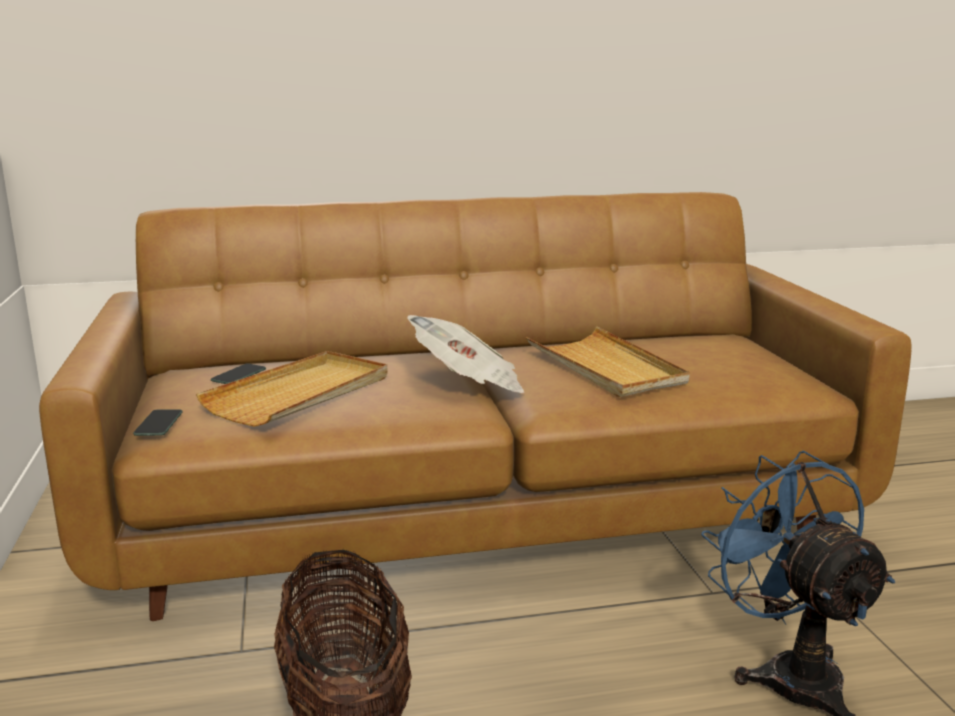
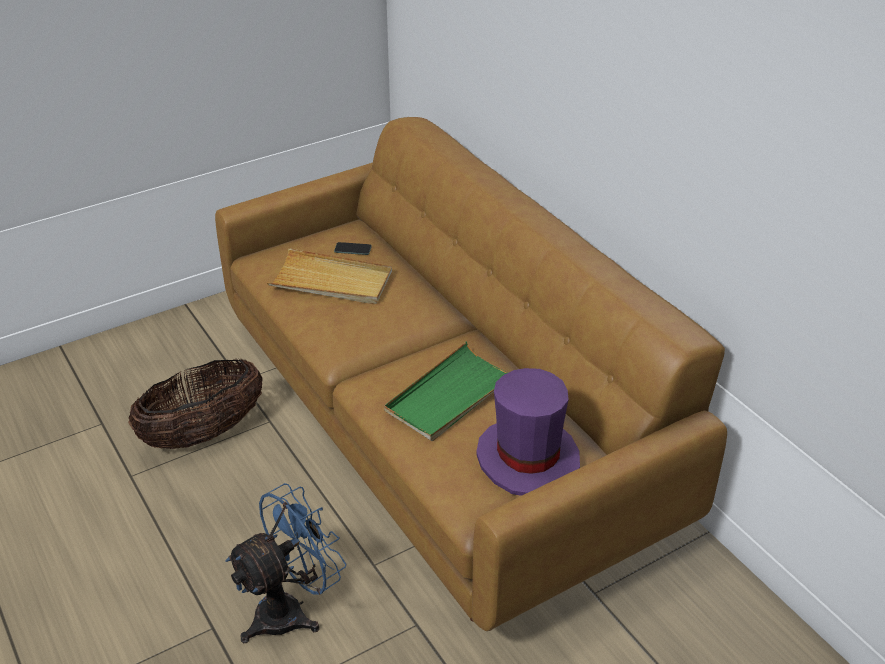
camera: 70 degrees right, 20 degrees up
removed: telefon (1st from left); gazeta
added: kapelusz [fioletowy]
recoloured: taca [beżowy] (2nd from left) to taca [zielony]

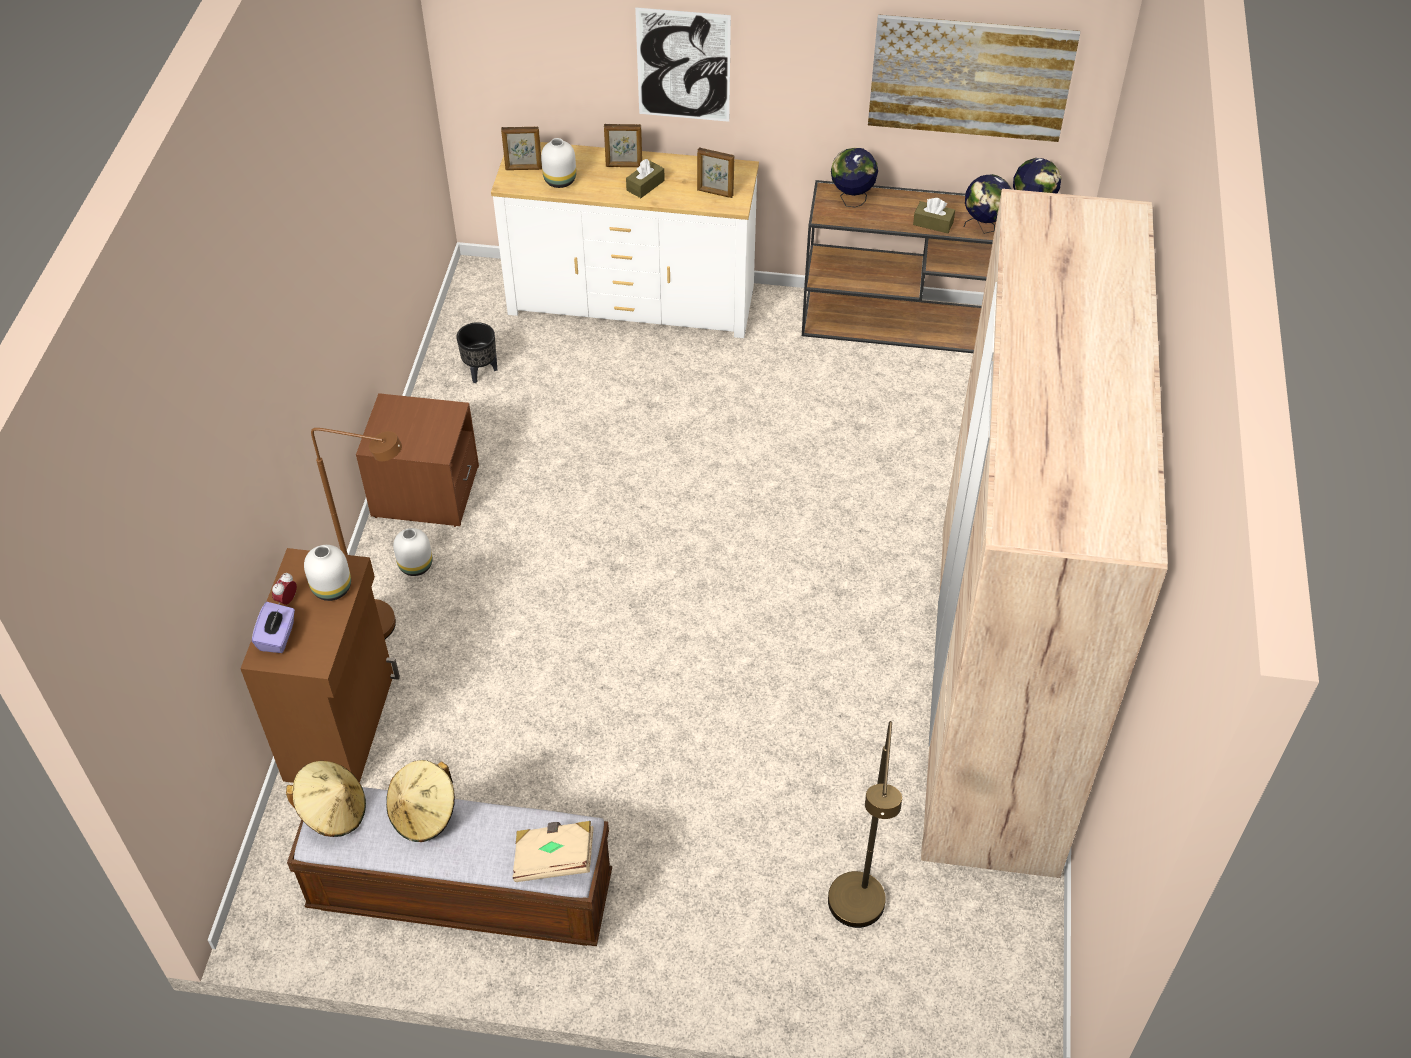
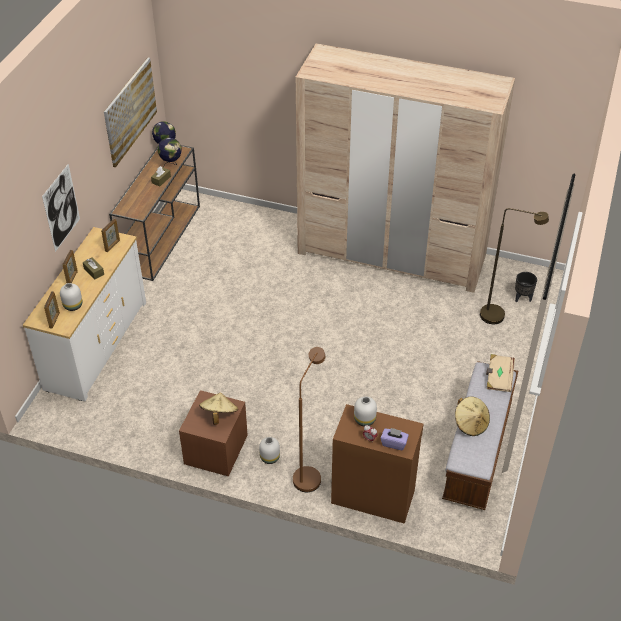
camera: 80 degrees left, 5 degrees down
removed: globus (1st from left)
moved: kapelusz [beżowy] (1st from left); donica [czarny]

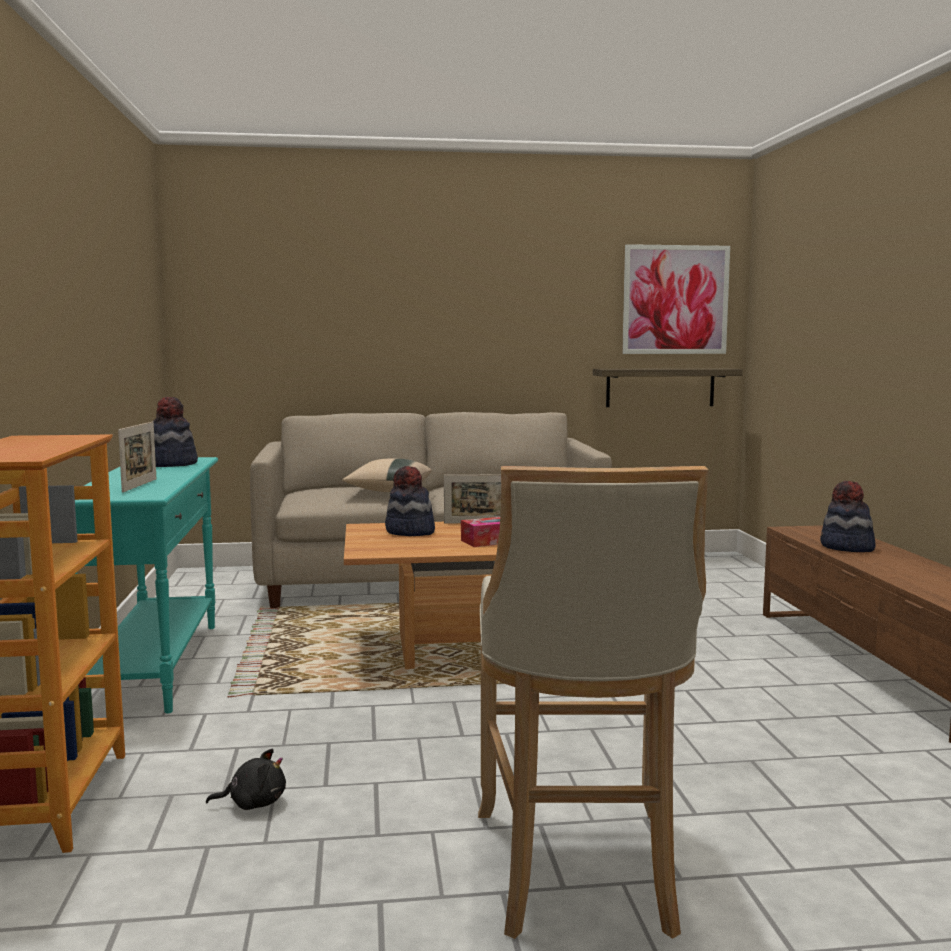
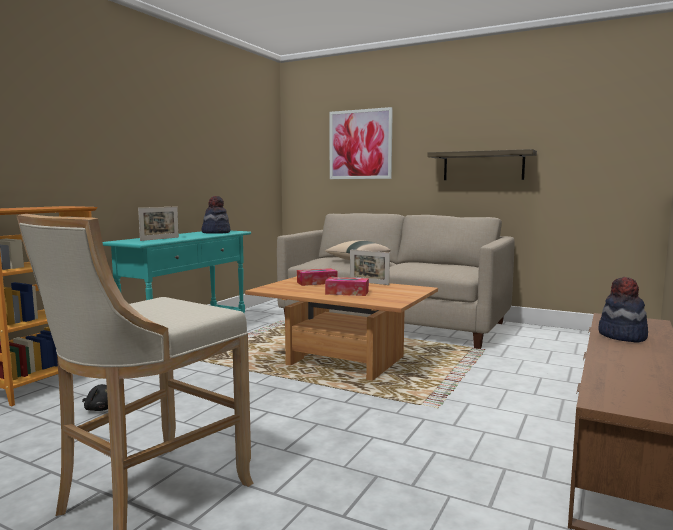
camera: 35 degrees right, 0 degrees up
moved: półka; obraz
replaced: kapelusz (2nd from left) to pudełko chusteczek (1st from left)

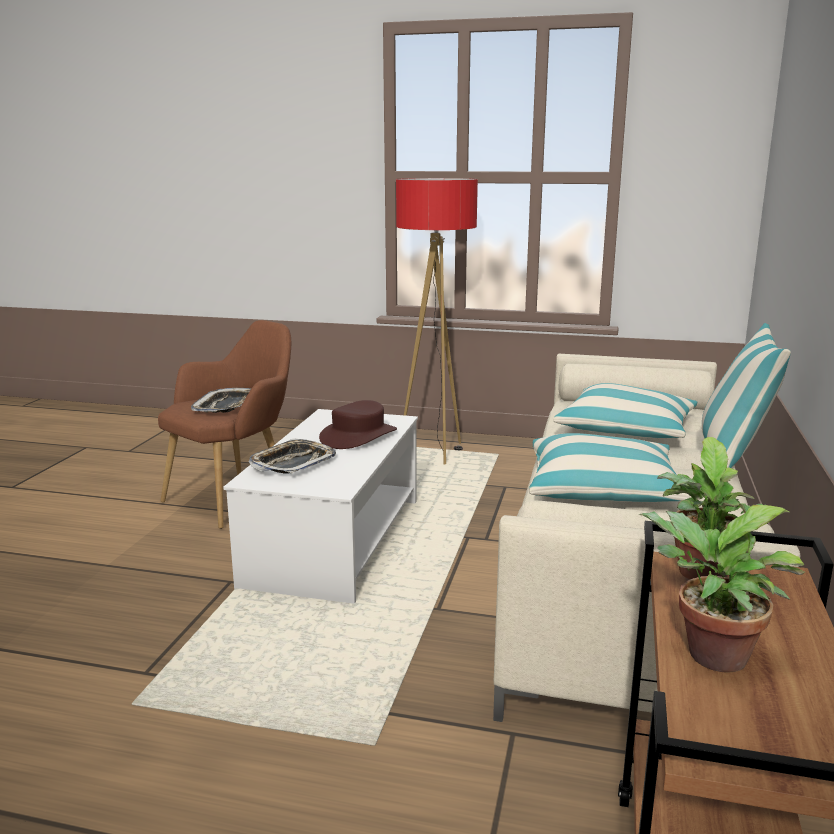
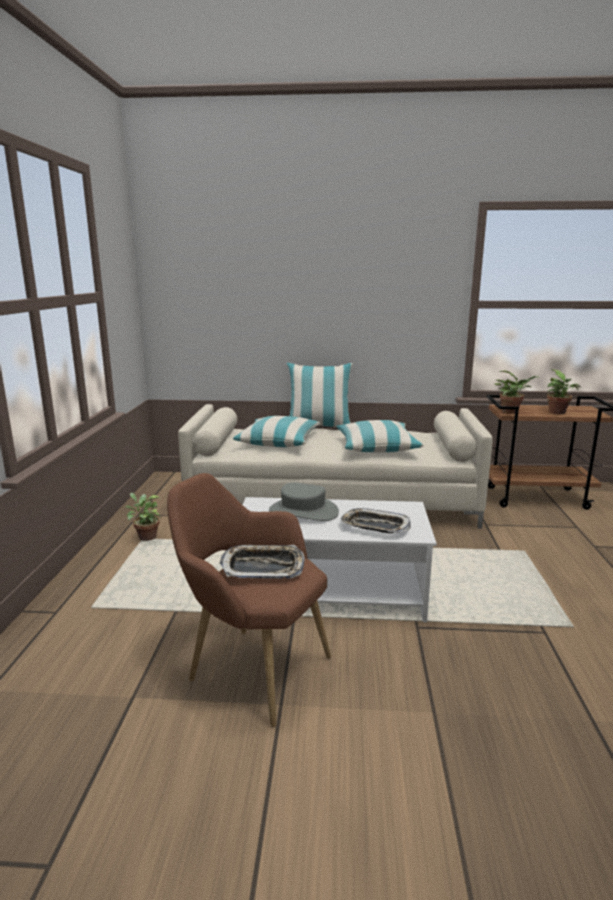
camera: 100 degrees left, 0 degrees up
removed: lampa stojąca
added: roślina doniczkowa (1st from left)
recoloured: kapelusz [brązowy] to kapelusz [szary]

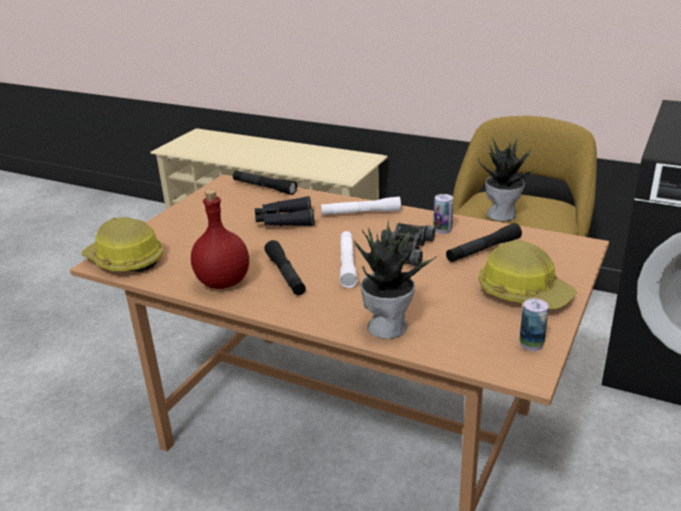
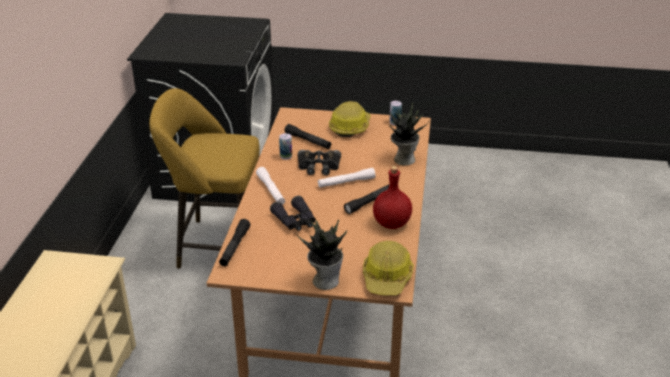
camera: 110 degrees left, 5 degrees up
moved: roślina doniczkowa (2nd from left in the first image) to roślina doniczkowa (1st from left)

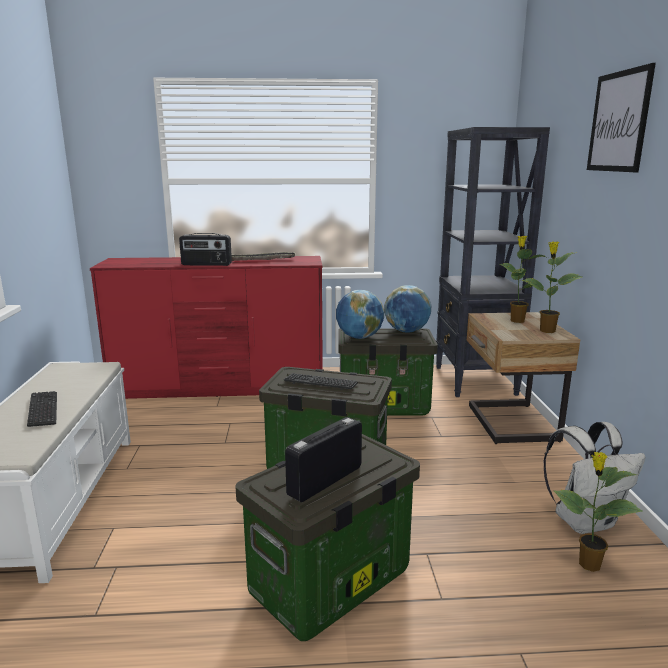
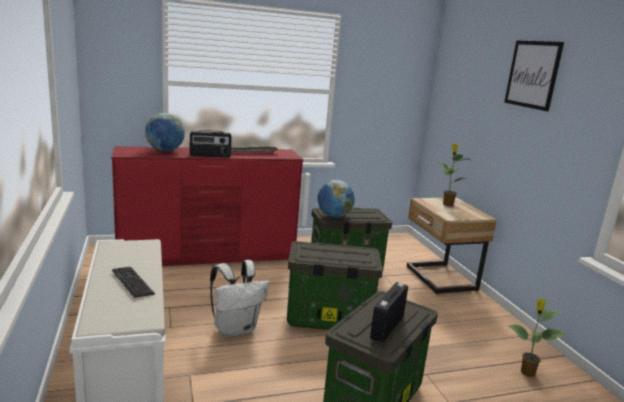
camera: 15 degrees left, 0 degrees up
removed: klawiatura (2nd from left); regał [czarny]; roślina doniczkowa (2nd from left)
moved: globus (2nd from left in the first image) to globus (1st from left); plecak [biały]

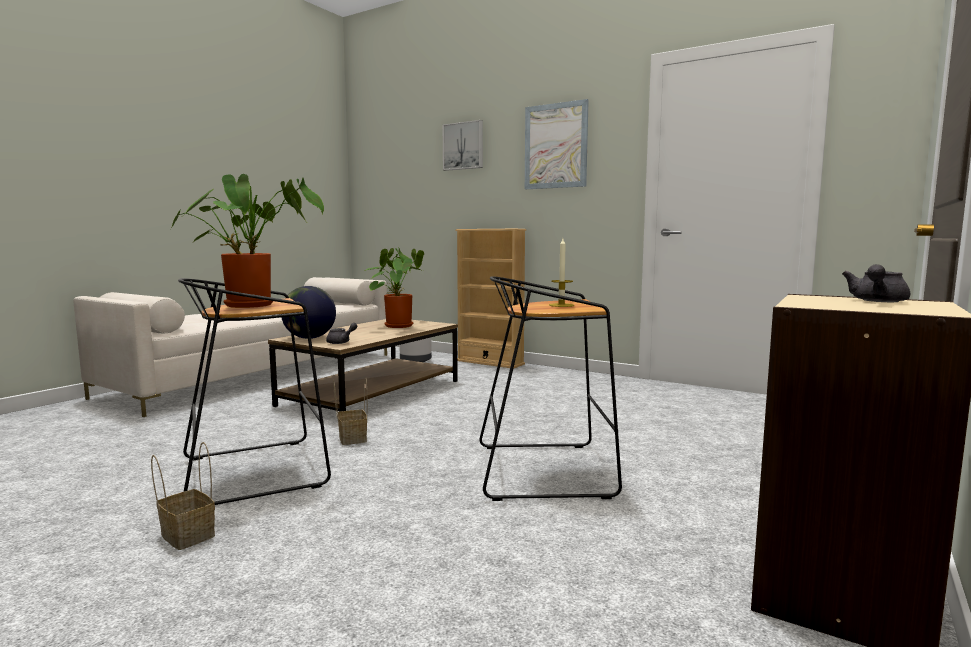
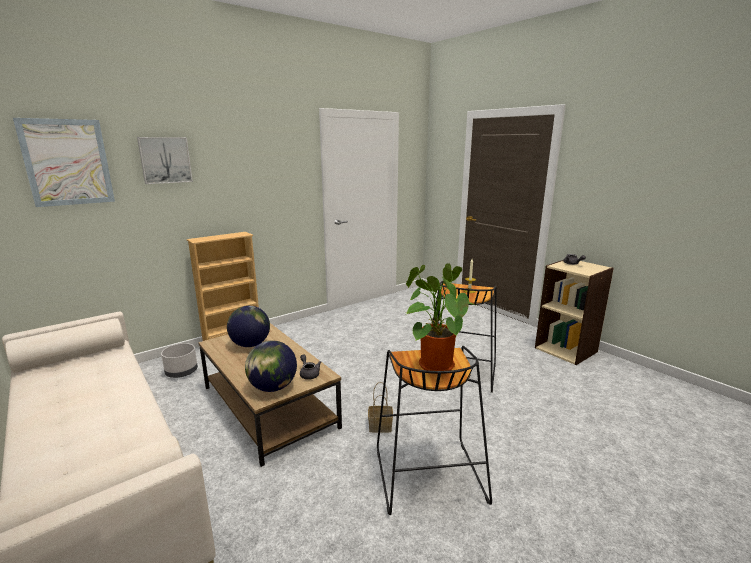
camera: 70 degrees left, 10 degrees up
removed: koszyk (1st from left)
moved: obraz (2nd from left in the first image) to obraz (1st from left)
replaced: roślina doniczkowa (2nd from left) to globus (1st from left)

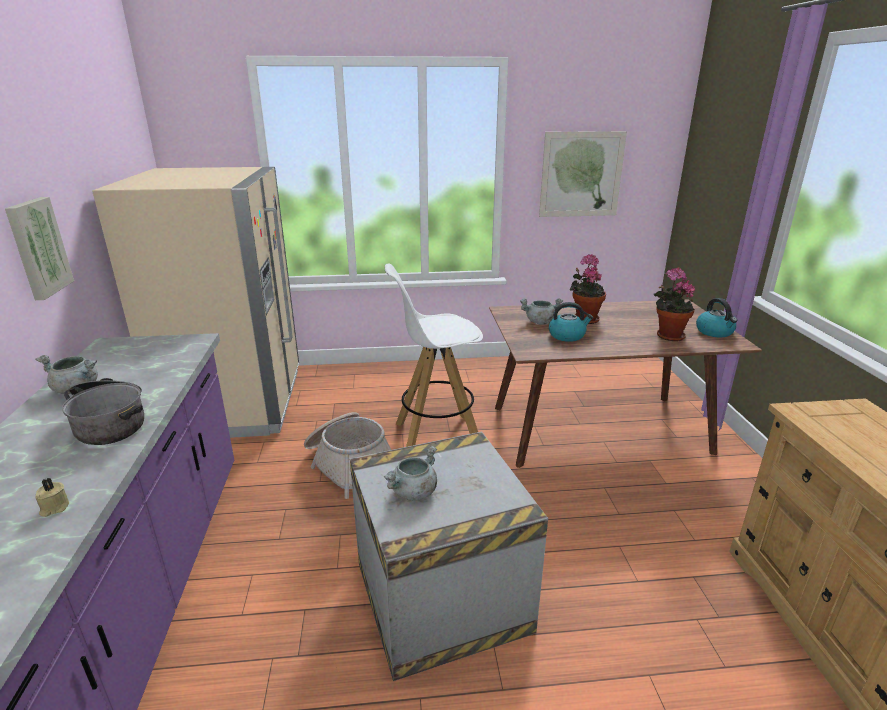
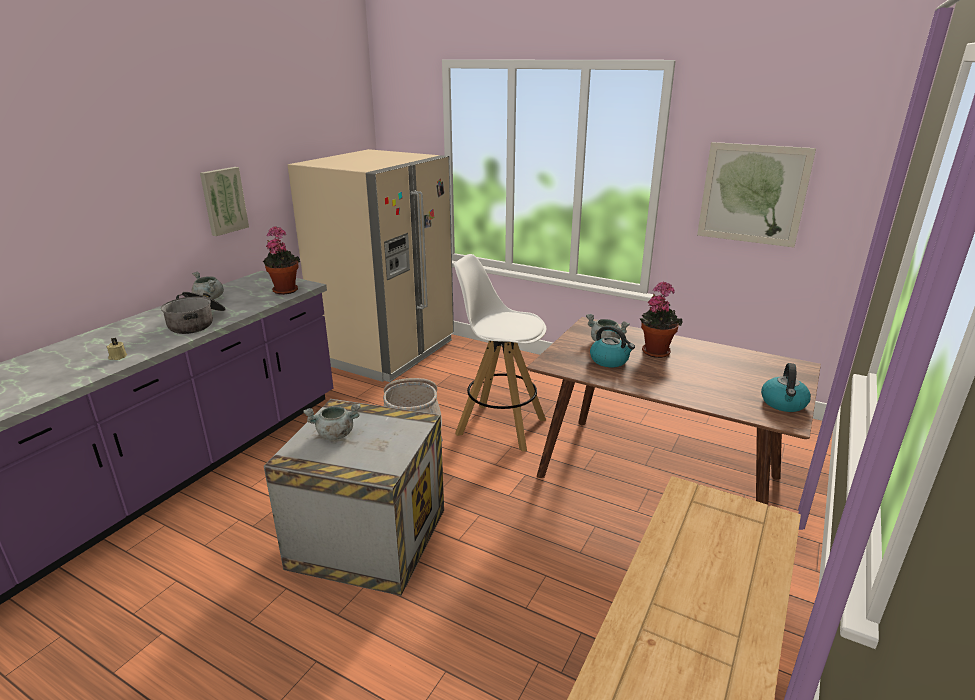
camera: 35 degrees right, 0 degrees up
moved: roślina doniczkowa (2nd from left in the first image) to roślina doniczkowa (1st from left)

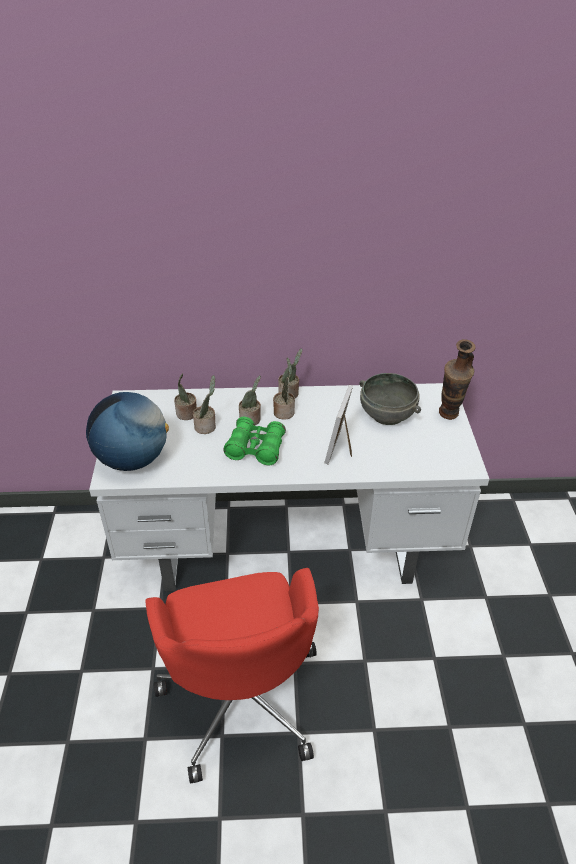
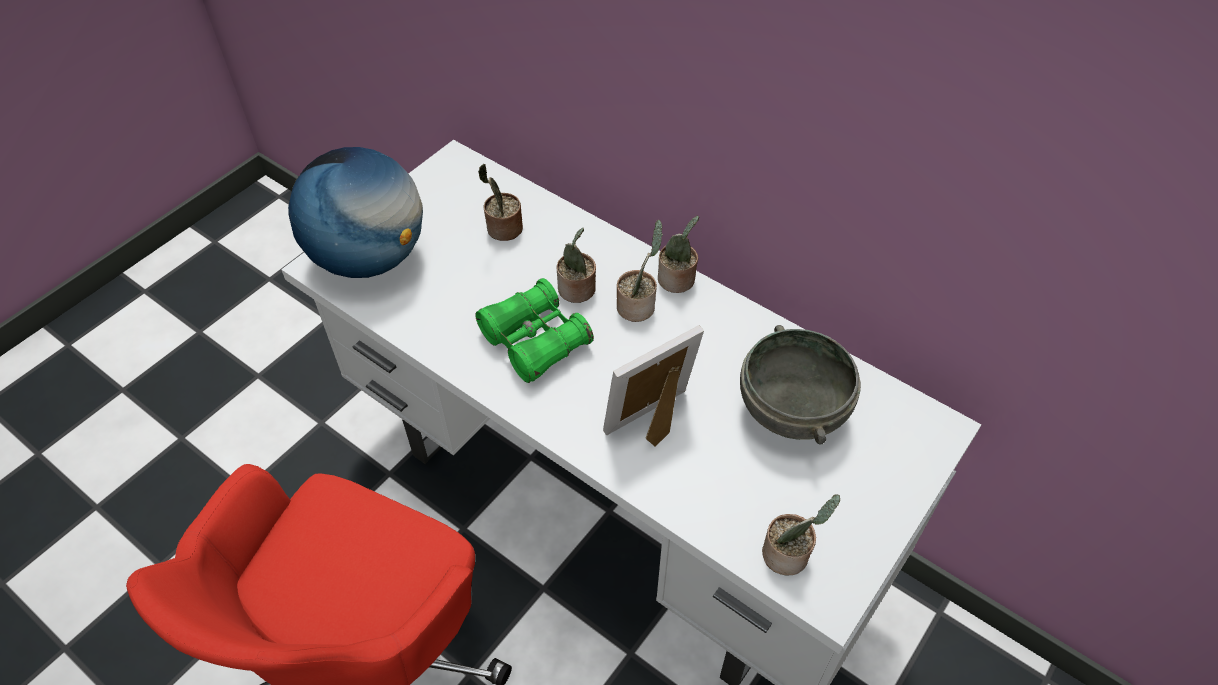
camera: 40 degrees right, 10 degrees up
removed: wazon
moved: roślina doniczkowa (2nd from left in the first image) to roślina doniczkowa (5th from left)

